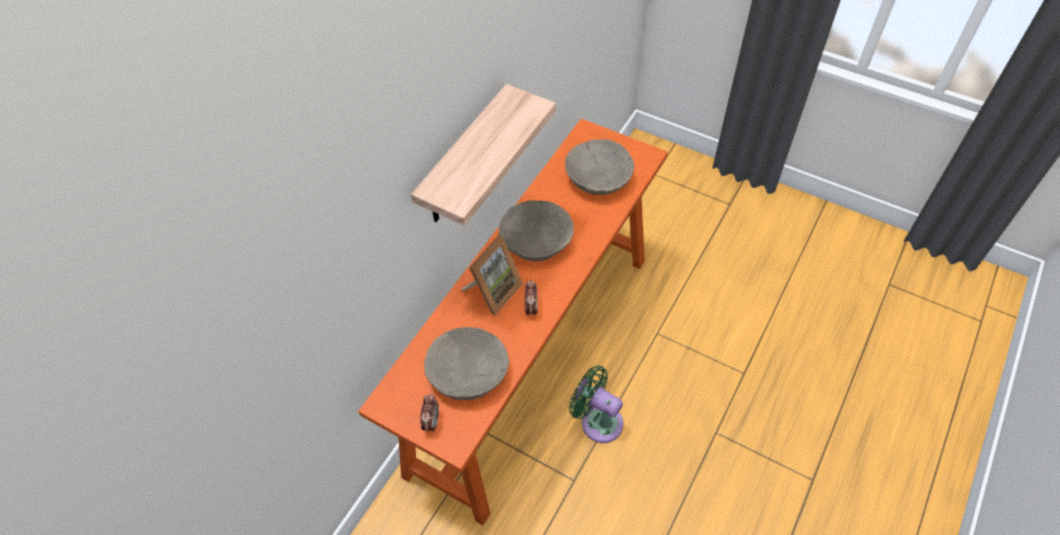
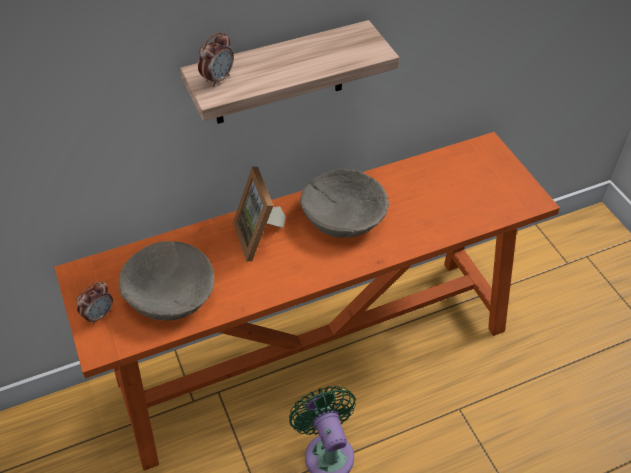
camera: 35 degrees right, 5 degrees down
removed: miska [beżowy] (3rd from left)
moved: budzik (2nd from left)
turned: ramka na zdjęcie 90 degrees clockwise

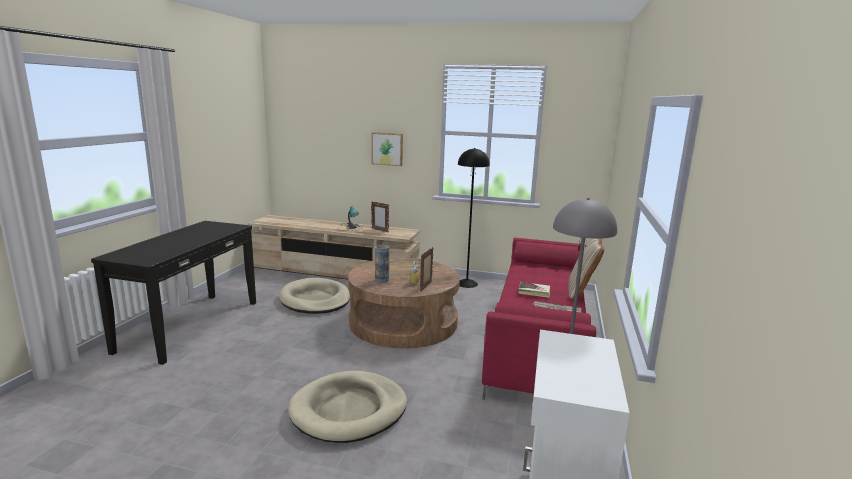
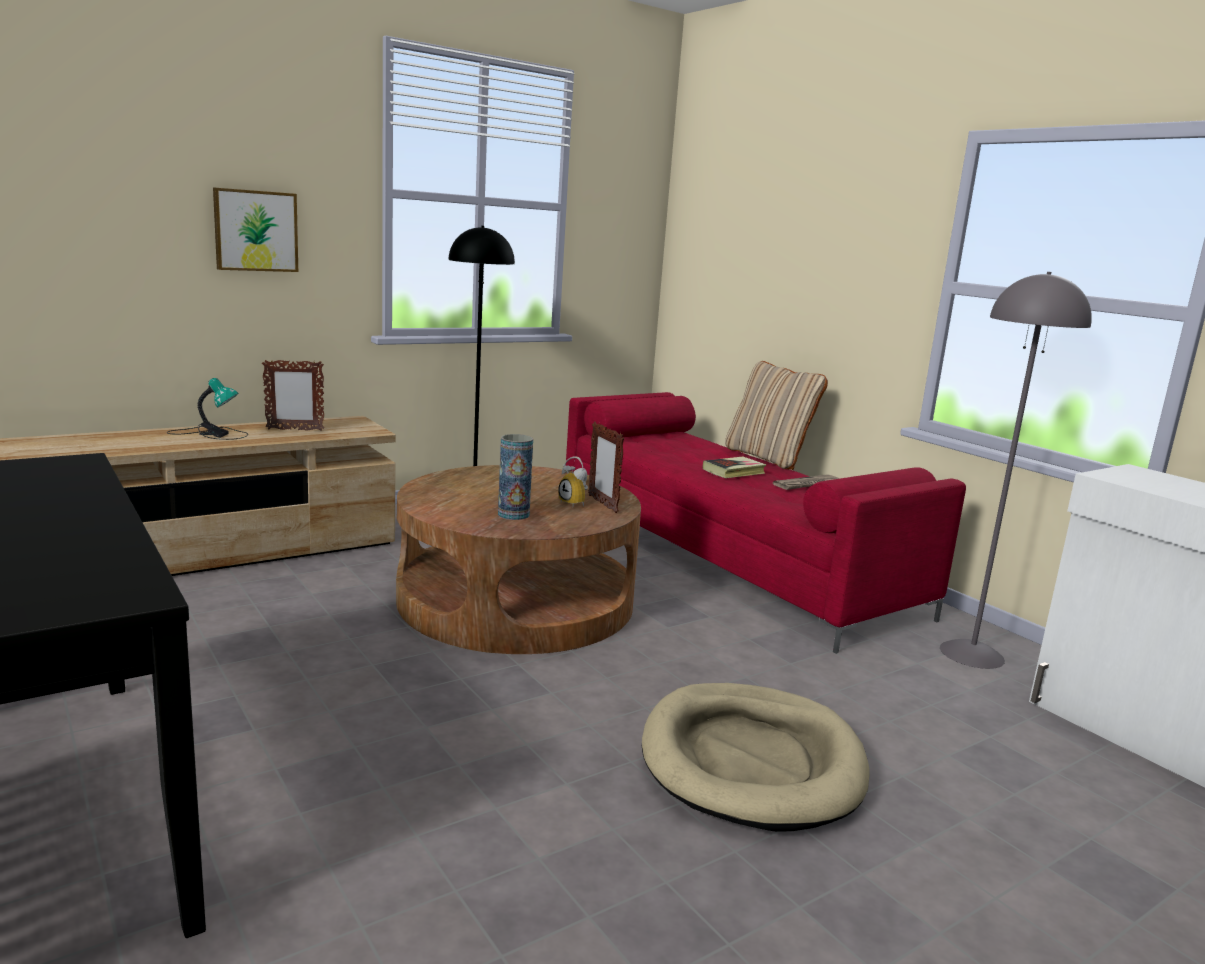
camera: 50 degrees left, 0 degrees up
removed: legowisko [beżowy] (1st from left)

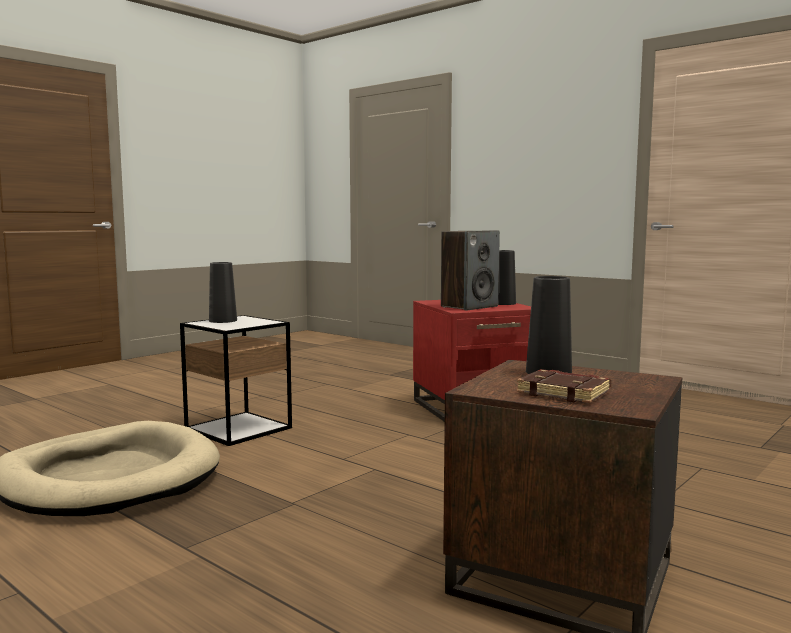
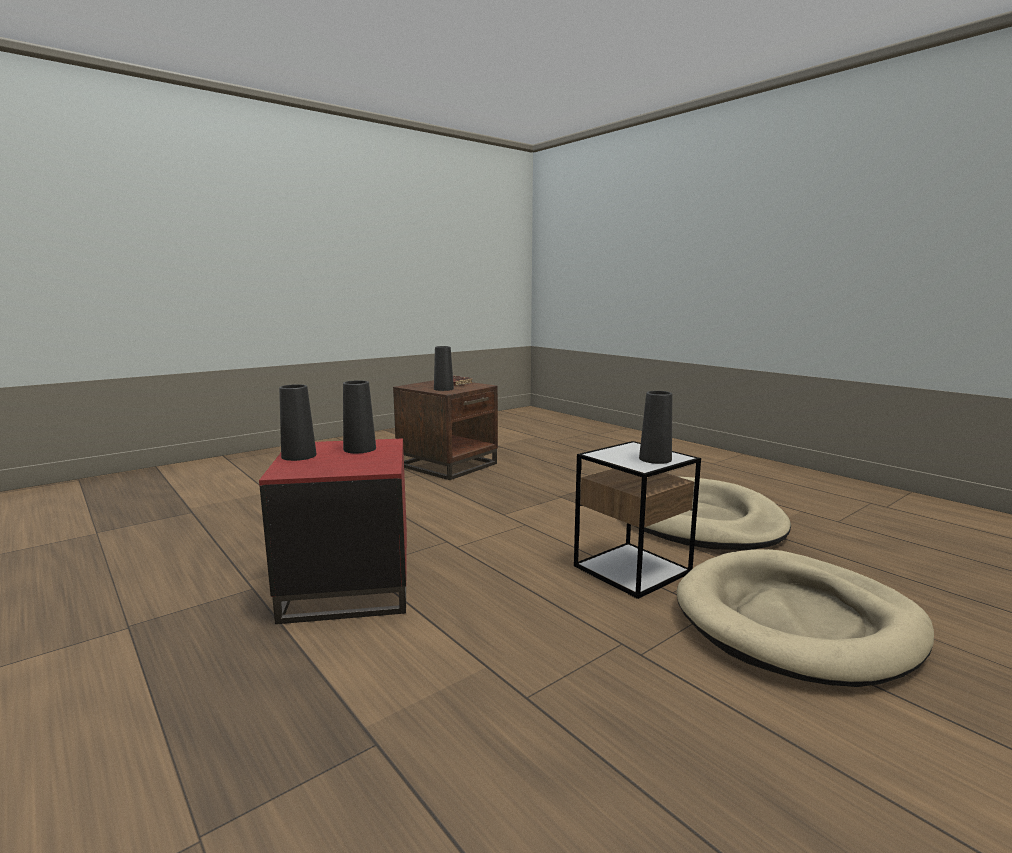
camera: 170 degrees left, 5 degrees up
added: legowisko [beżowy] (2nd from left)
replaced: głośnik to wazon [czarny] (2nd from left)

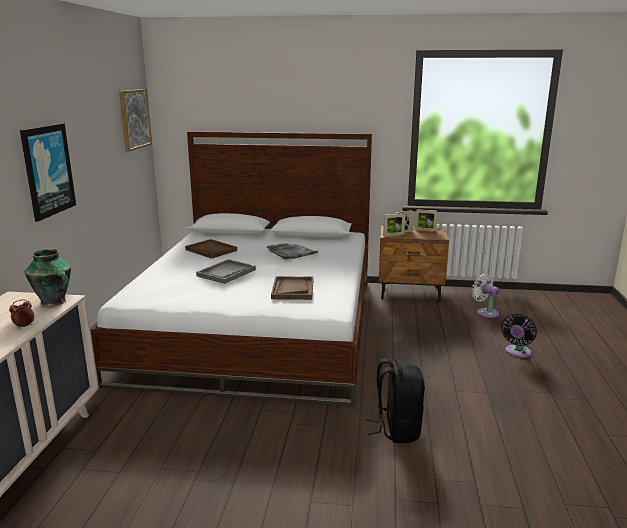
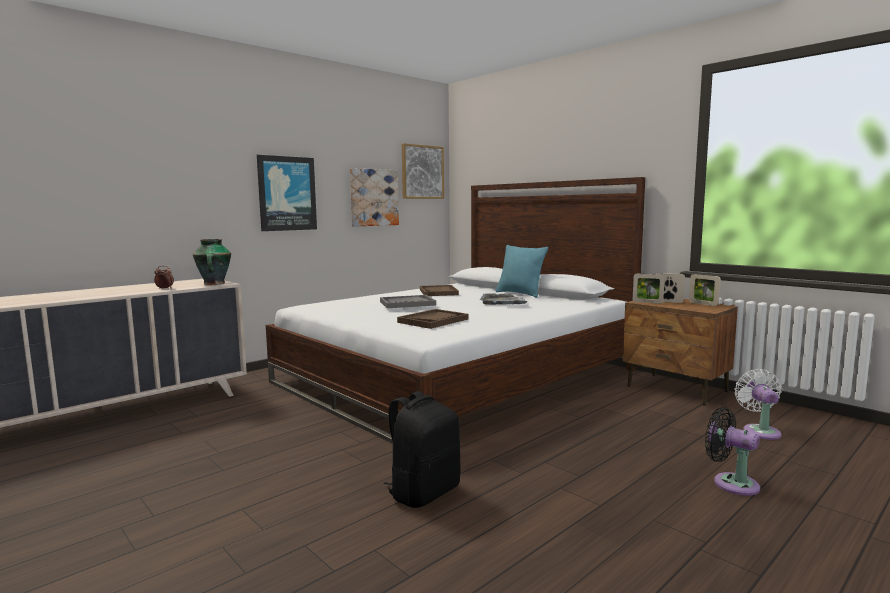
camera: 40 degrees right, 10 degrees down
added: obraz (2nd from left); poduszka [turkusowy]
turned: wentylator [czarny] 60 degrees clockwise

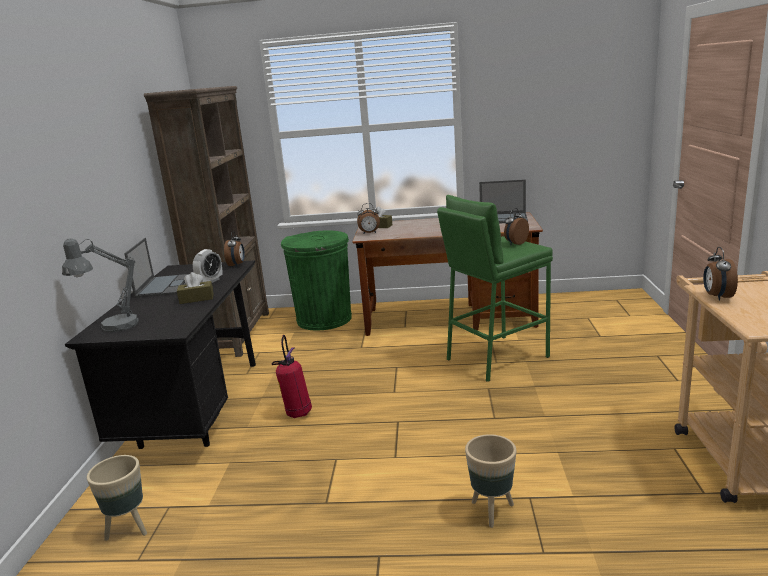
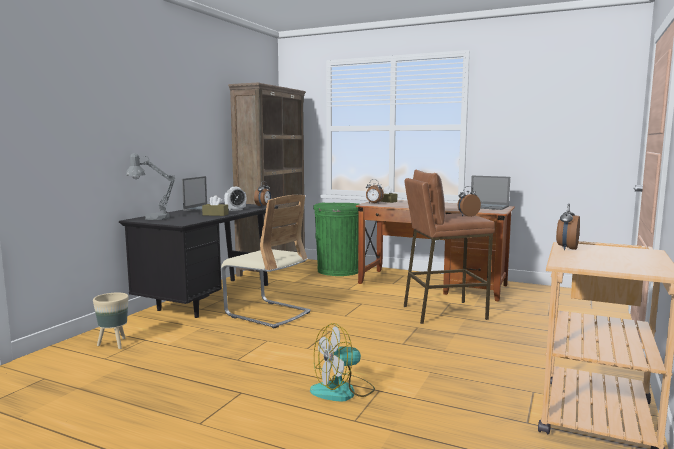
camera: 20 degrees right, 10 degrees down
replaced: gaśnica to krzesło [beżowy]; donica [beżowy] (2nd from left) to wentylator
recoloured: stołek [zielony] to stołek [brązowy]

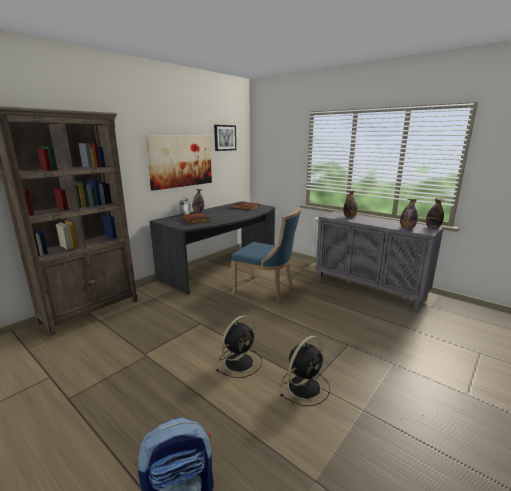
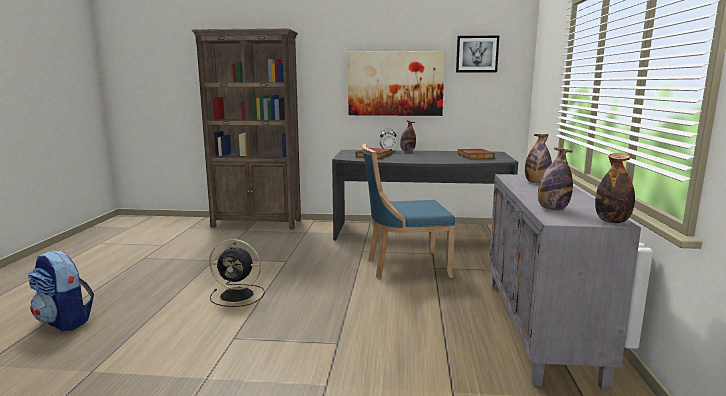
camera: 55 degrees right, 5 degrees down
removed: wentylator [czarny] (2nd from left)
turned: krzesło [niebieski] 90 degrees clockwise

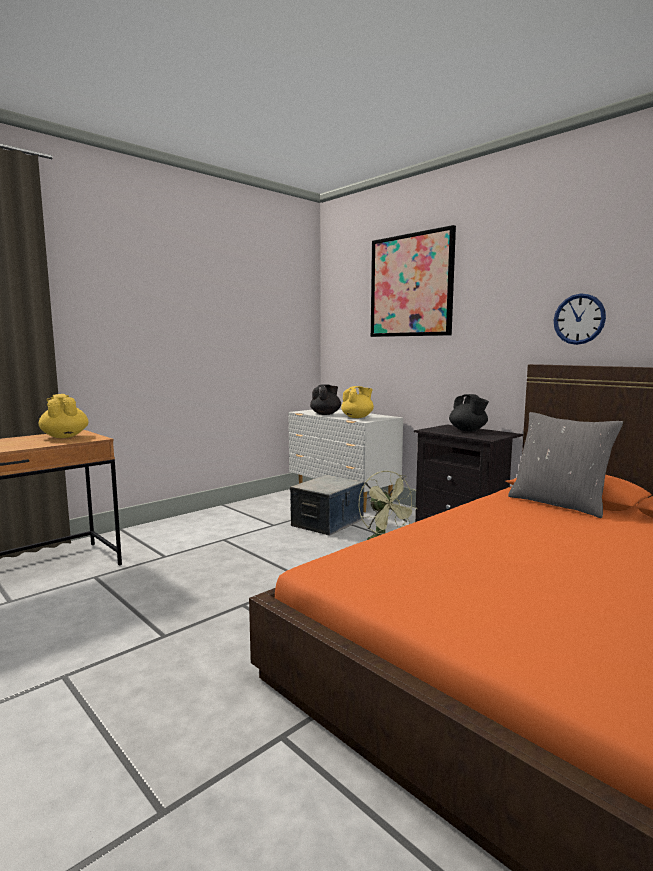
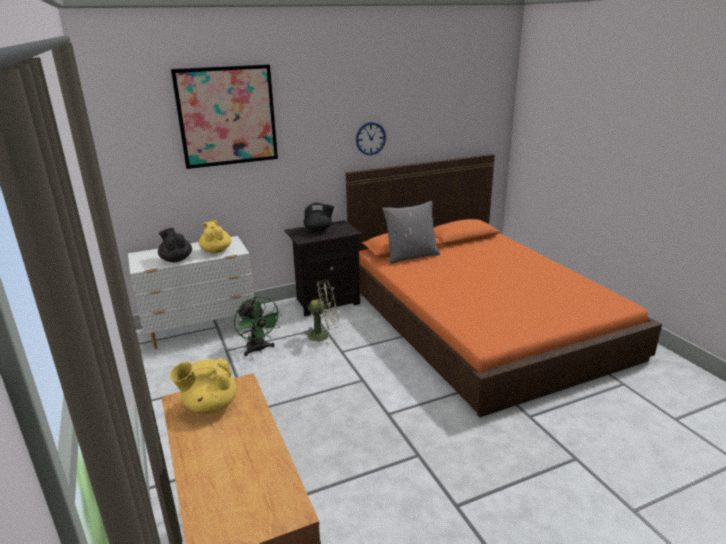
camera: 70 degrees left, 15 degrees up
replaced: pojemnik do przechowywania to wentylator [zielony] (1st from left)

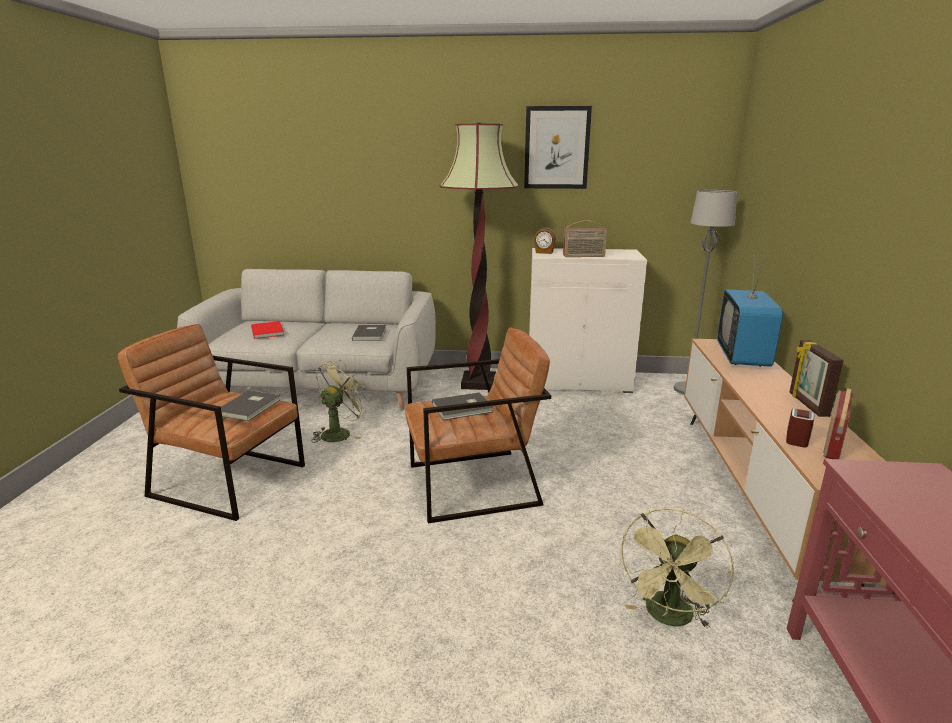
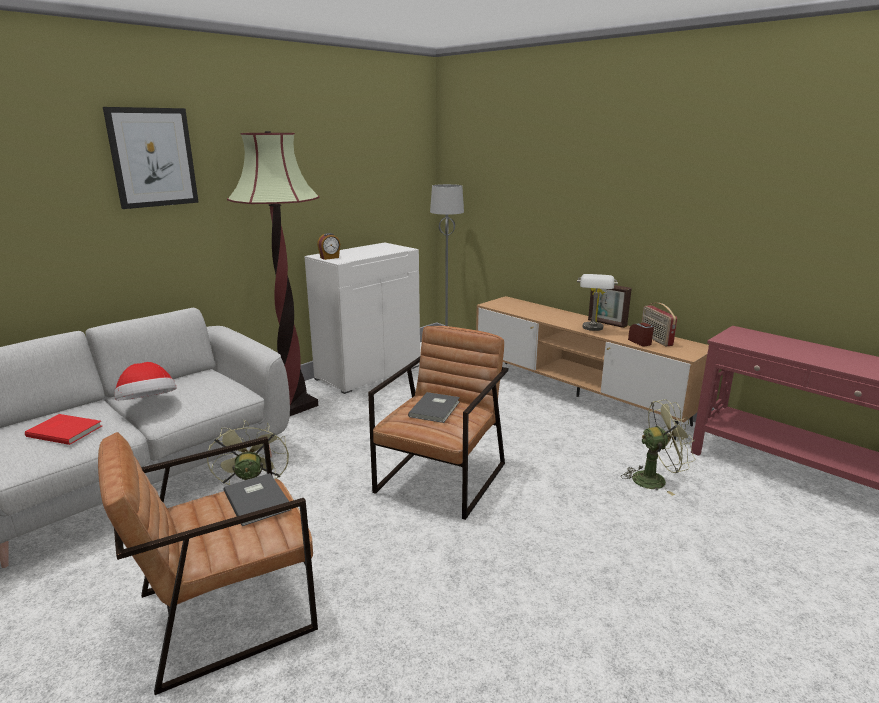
camera: 50 degrees left, 0 degrees up
removed: książka [szary] (2nd from left); radio (1st from left); telewizor
added: kapelusz; lampa stołowa [szary]
moved: obraz
turned: wentylator [zielony] (2nd from left) 75 degrees counterclockwise

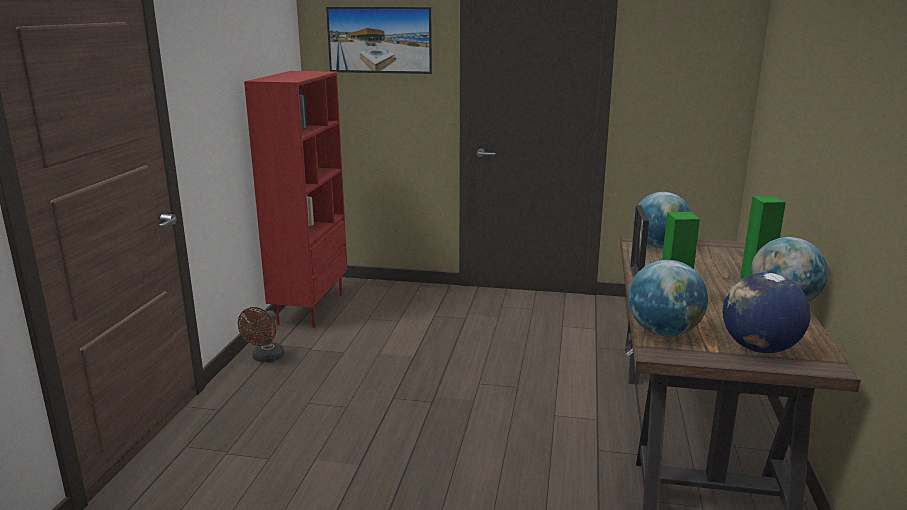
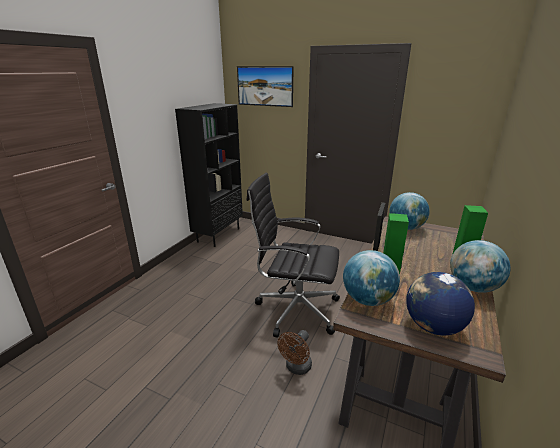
camera: 15 degrees right, 5 degrees up
added: krzesło biurowe [czarny]
moved: wentylator [brązowy]
recoloured: regał [czerwony] to regał [czarny]

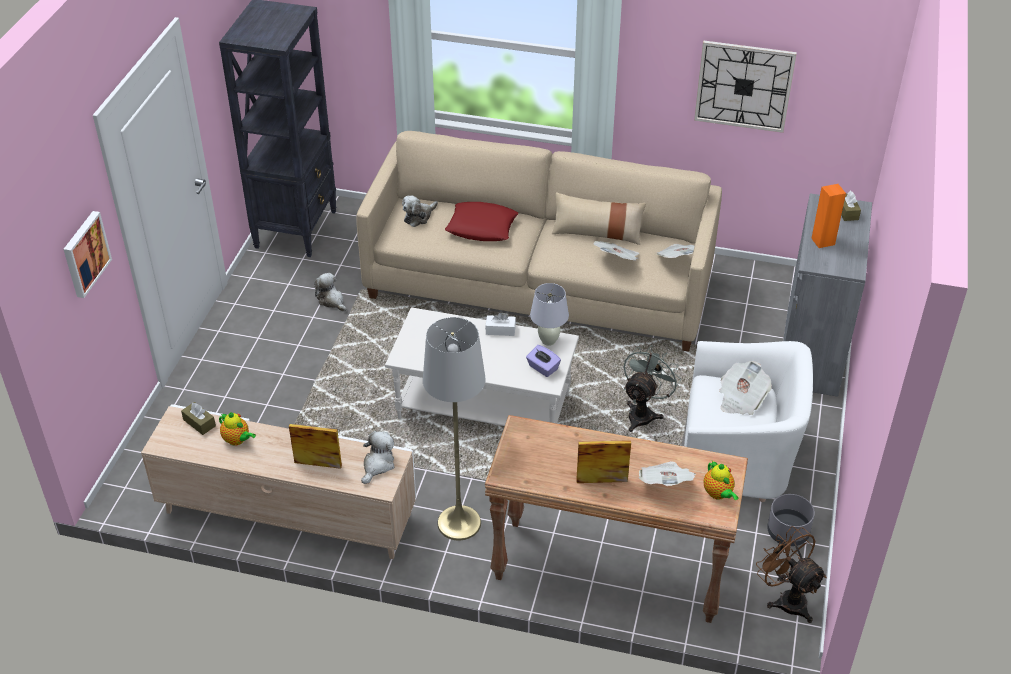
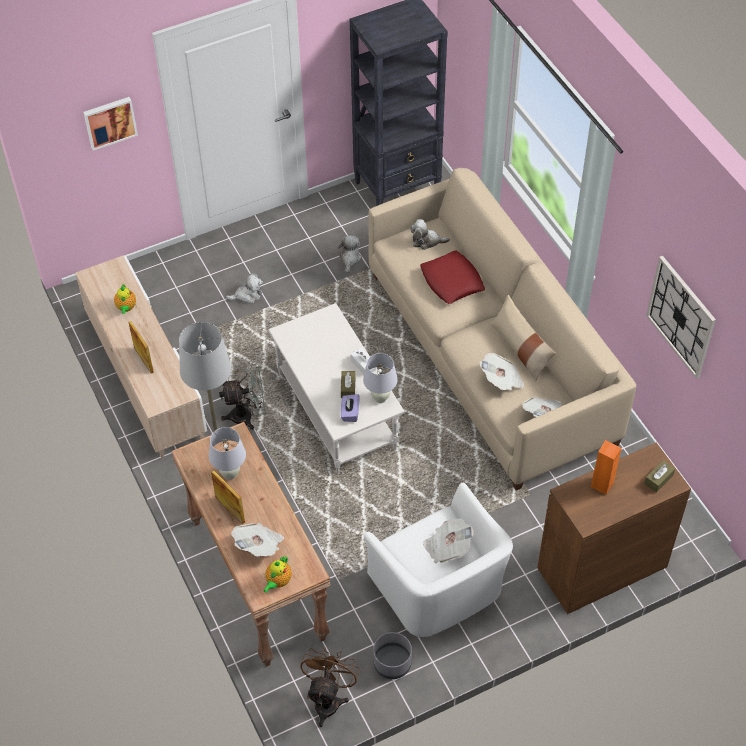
camera: 50 degrees right, 10 degrees up
added: lampa stołowa [biały] (1st from left)
moved: pudełko chusteczek [brązowy] (1st from left); pluszak (2nd from left in the first image) to pluszak (1st from left); wentylator [szary]
recoloured: szafka [szary] to szafka [brązowy]

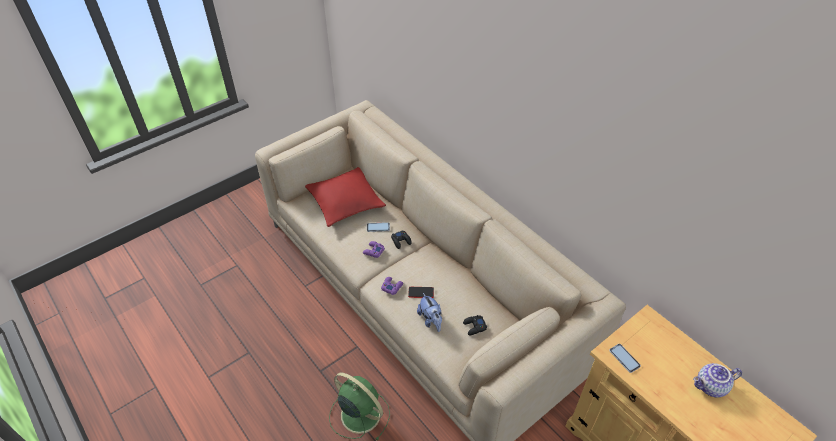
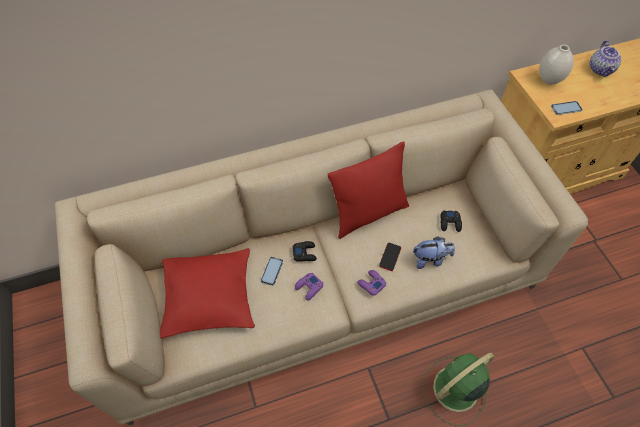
camera: 70 degrees left, 10 degrees up
added: poduszka [czerwony] (2nd from left); wazon [biały]

